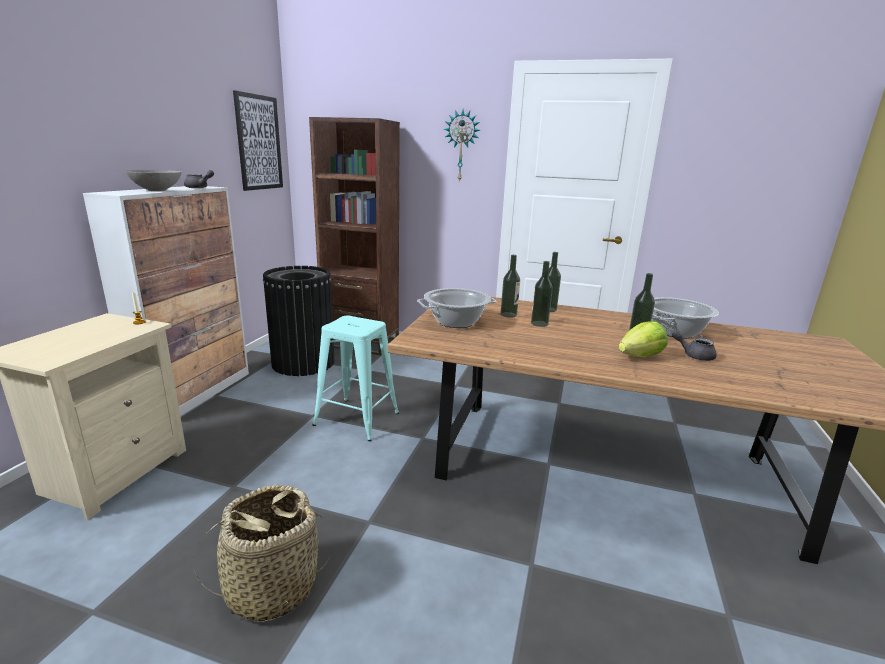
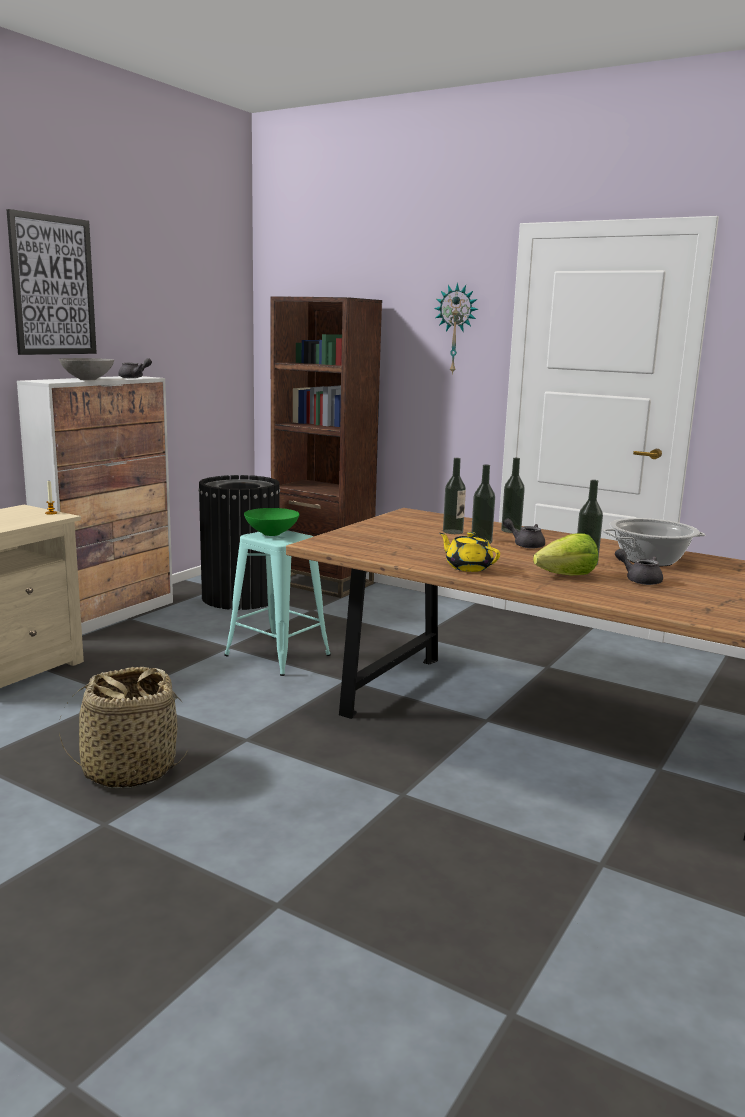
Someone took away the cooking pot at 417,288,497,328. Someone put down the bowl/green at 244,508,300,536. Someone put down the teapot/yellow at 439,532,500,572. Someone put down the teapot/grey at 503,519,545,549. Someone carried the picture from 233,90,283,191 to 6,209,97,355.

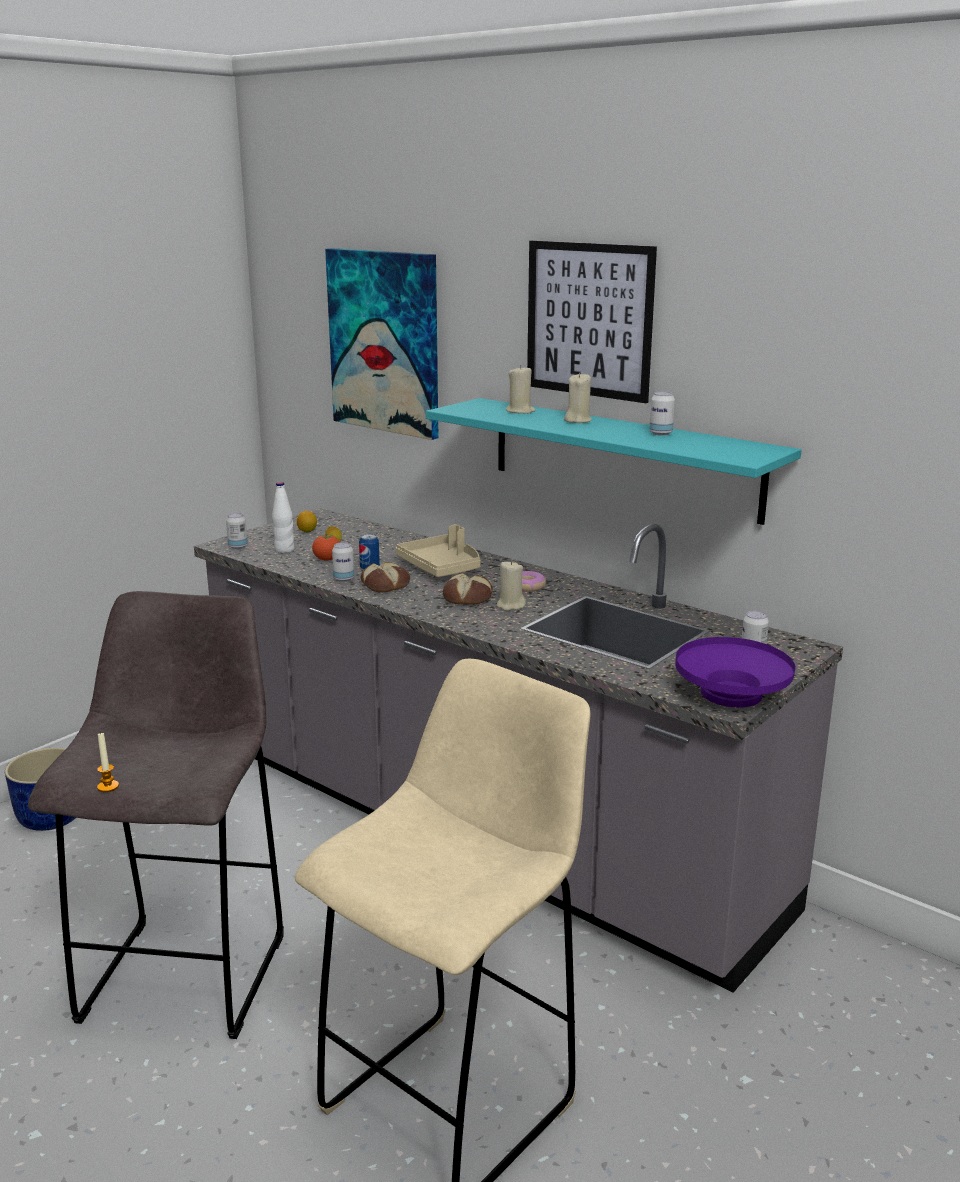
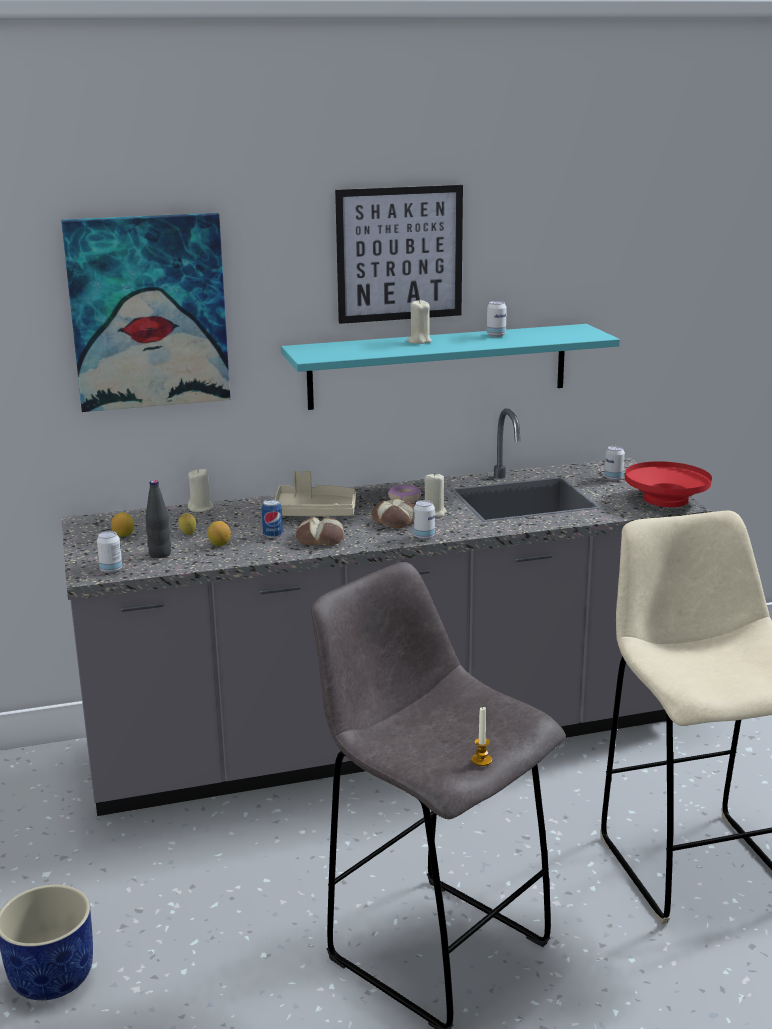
Someone carried the can from 332,542,354,582 to 414,500,435,540. Someone carried the candle/beige from 506,365,536,414 to 188,469,214,512. Someone swapped the tomato at 312,534,340,561 for the lemon at 207,521,231,546. Someone repainted the bottle/white at 272,482,294,553, which became the bottle/black at 145,480,171,558. Someone repainted the bowl/purple at 675,637,796,707, which became the bowl/red at 625,461,712,507.

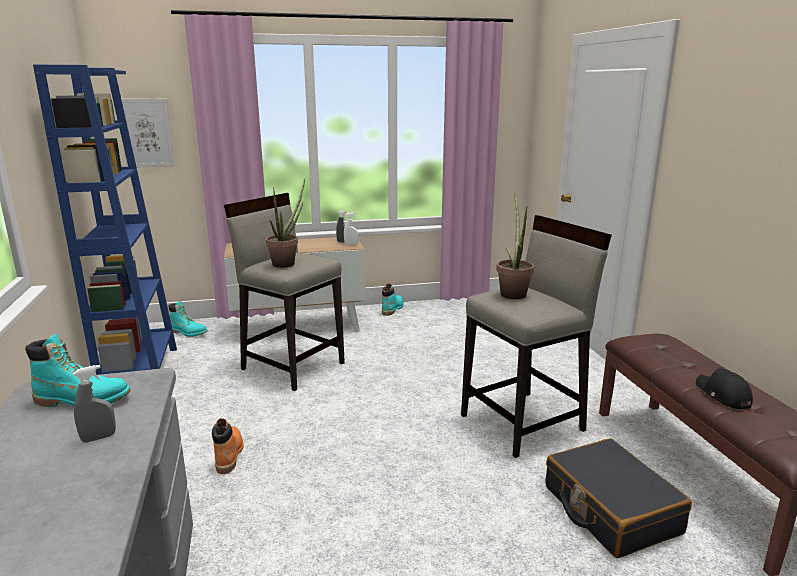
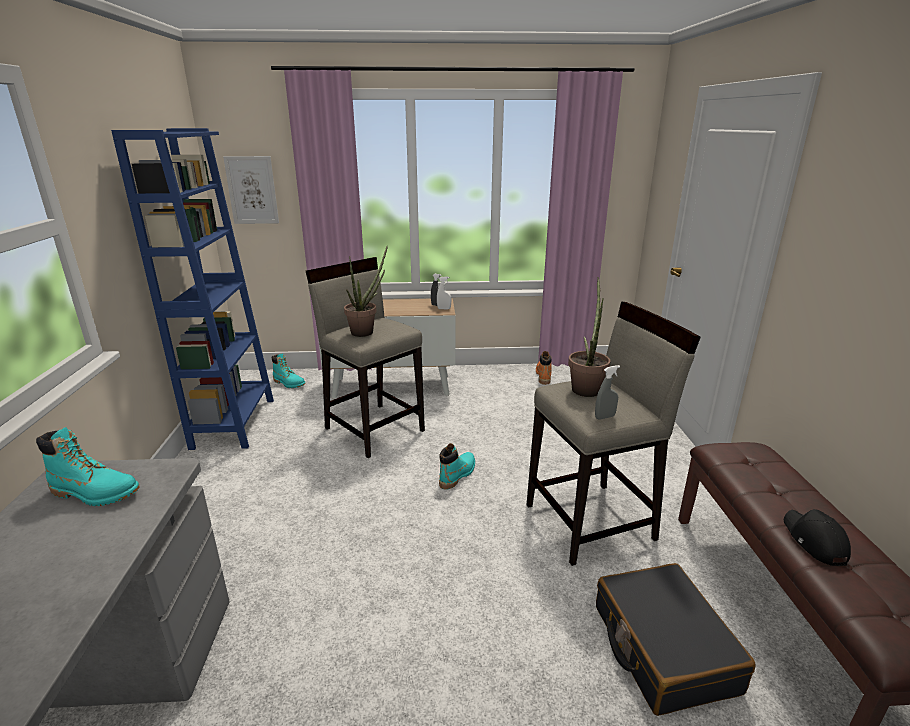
Someone carried the spray bottle/grey from 73,365,116,443 to 595,365,620,419. Someone carried the boot/orange from 212,418,244,474 to 536,351,552,385. Someone carried the boot/turquoise from 382,283,403,316 to 439,443,475,490.

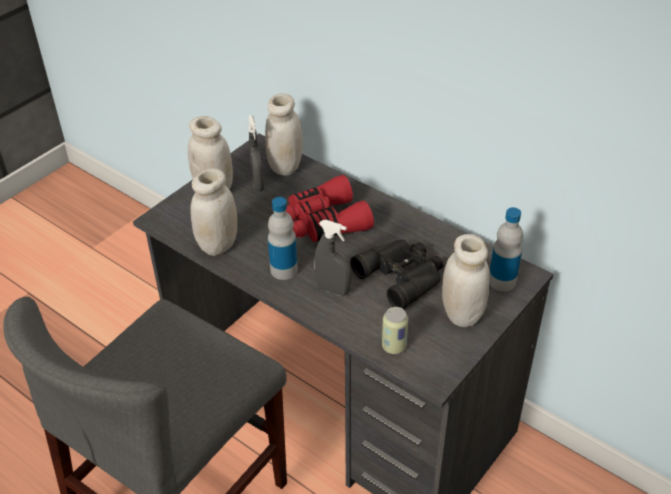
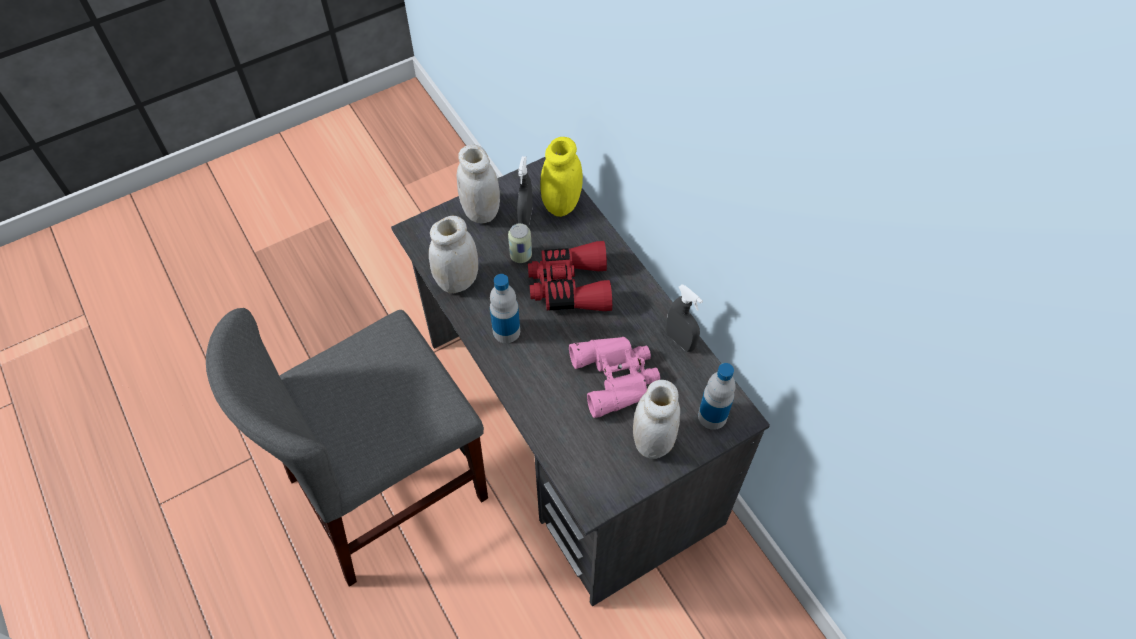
Someone carried the spray bottle/grey from 314,220,351,296 to 666,284,703,352. Someone carried the can from 382,307,408,354 to 508,223,532,263. Someone repainted the jar/white at 265,93,302,176, which became the jar/yellow at 540,137,583,217. Someone repainted the binoculars/black at 350,240,444,309, which became the binoculars/pink at 569,337,660,418.

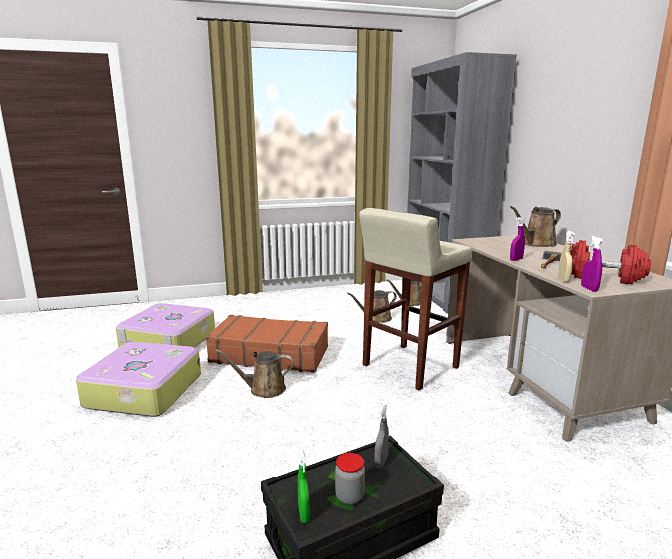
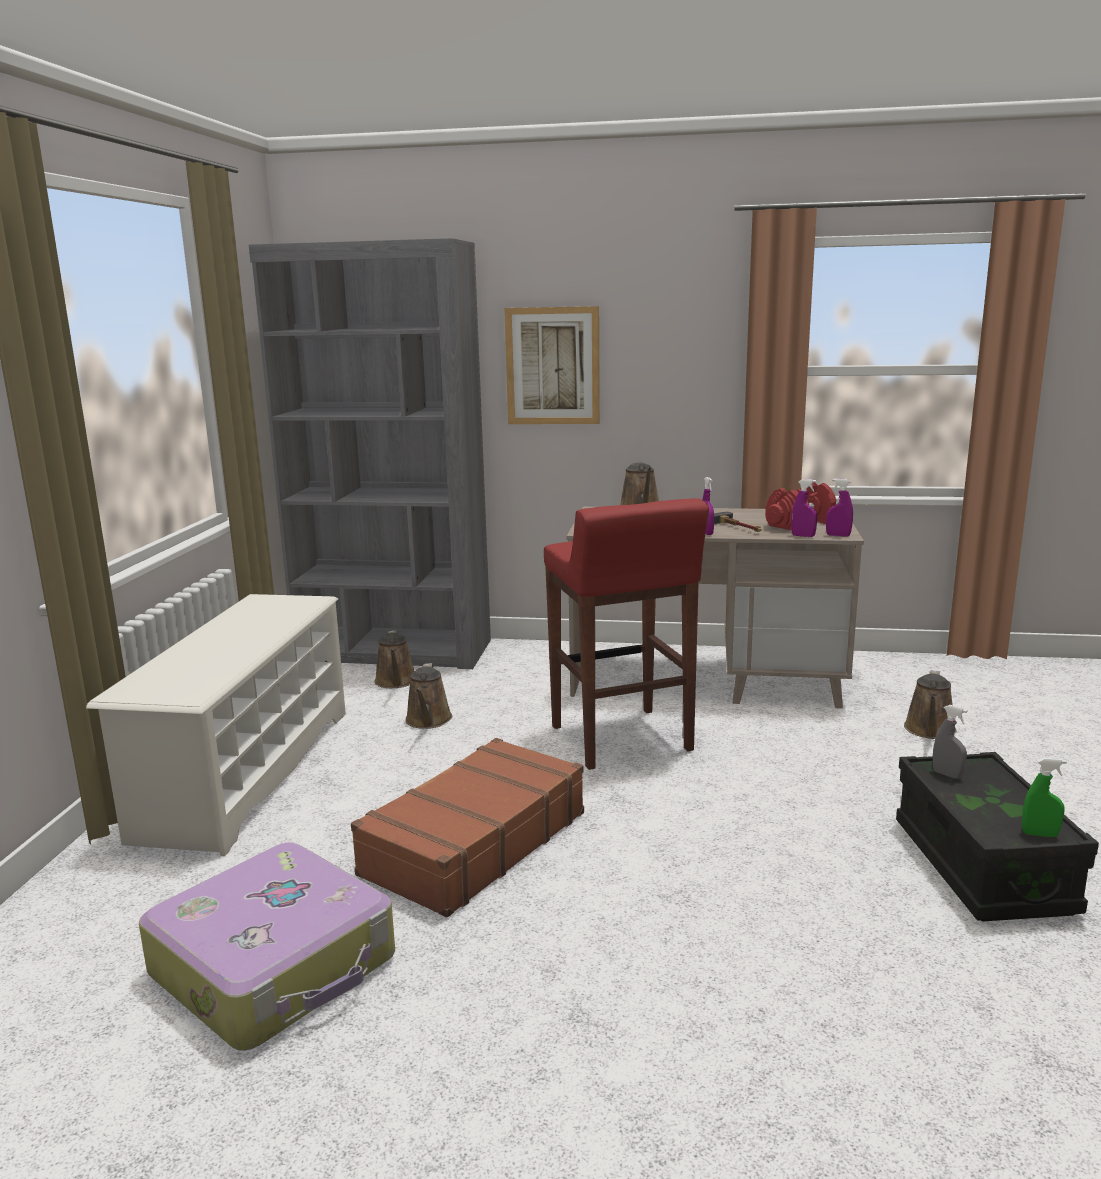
Someone took away the suitcase at 76,342,201,417. Someone took away the jar at 335,453,365,505. Someone put down the shoe rack/white at 86,594,346,856. Someone put up the picture at 504,306,600,424. Someone carried the watering can/brown from 216,349,294,398 to 904,671,956,739. Someone repainted the stool/beige at 359,208,472,391, which became the stool/red at 544,498,709,770. Someone repainted the spray bottle/beige at 558,231,575,282, which became the spray bottle/purple at 791,479,817,537.

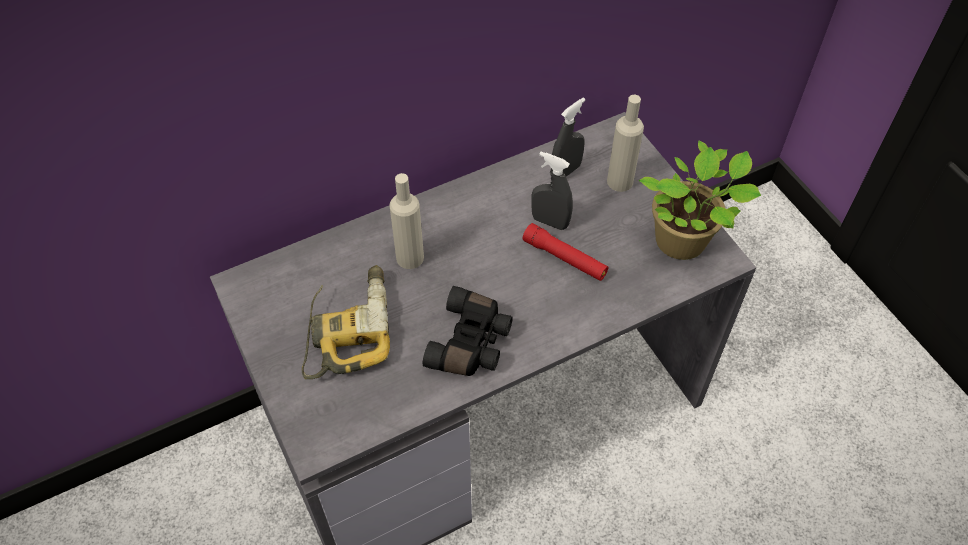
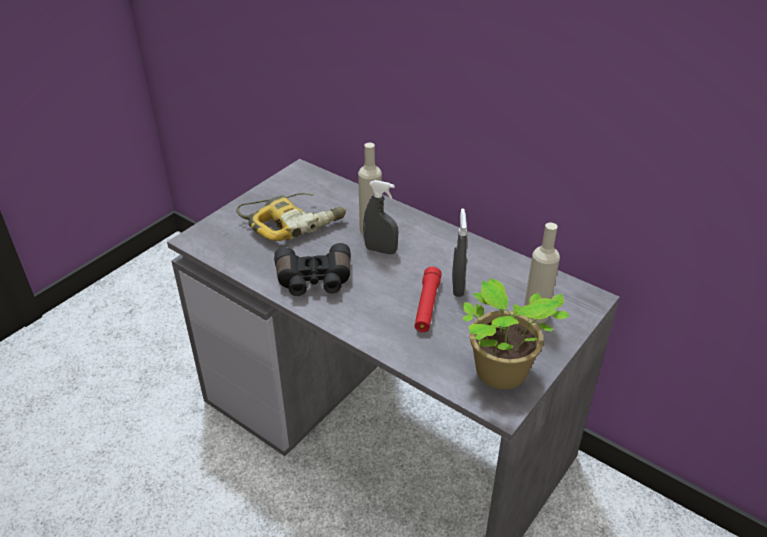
Someone carried the spray bottle/grey from 551,97,586,177 to 363,180,398,255.

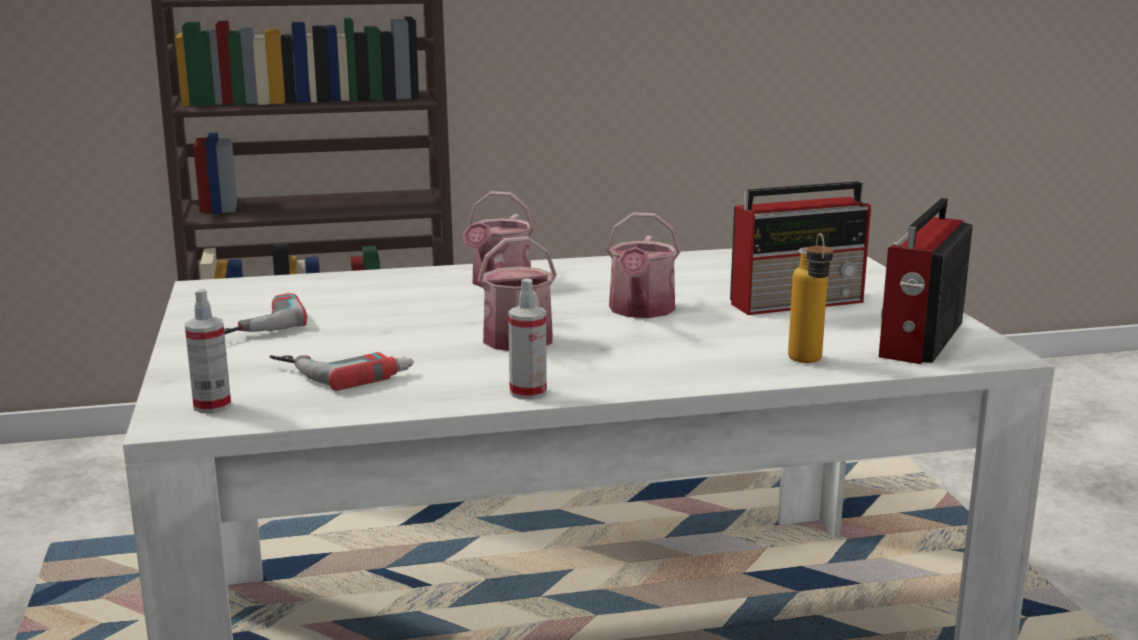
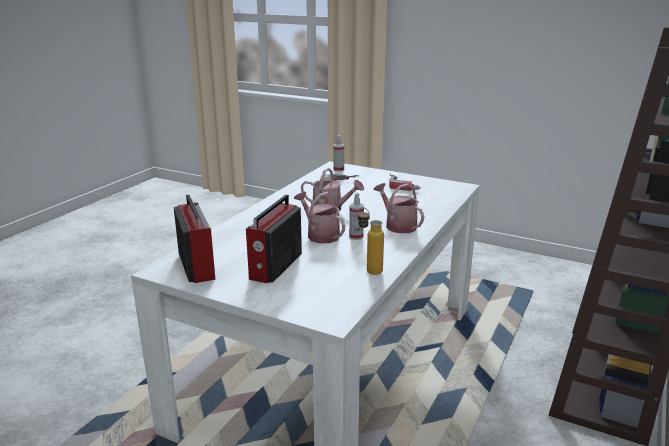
Someone carried the spray bottle from 508,278,547,400 to 349,193,364,240. Someone carried the bottle from 788,233,833,363 to 358,207,384,275.

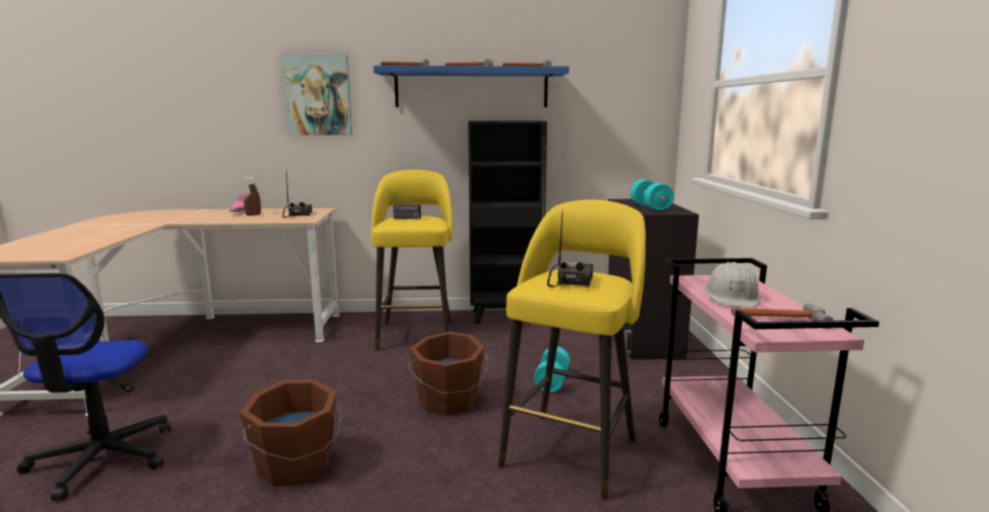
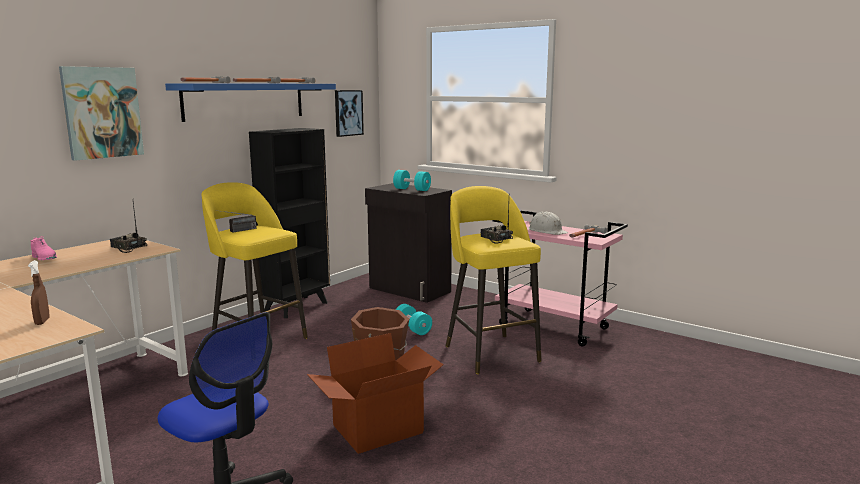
Someone put up the picture at 335,90,364,137. Someone carried the spray bottle/brown from 243,176,261,216 to 28,260,50,325. Someone swapped the bucket/brown at 240,379,342,487 for the cardboard box at 307,333,444,454.

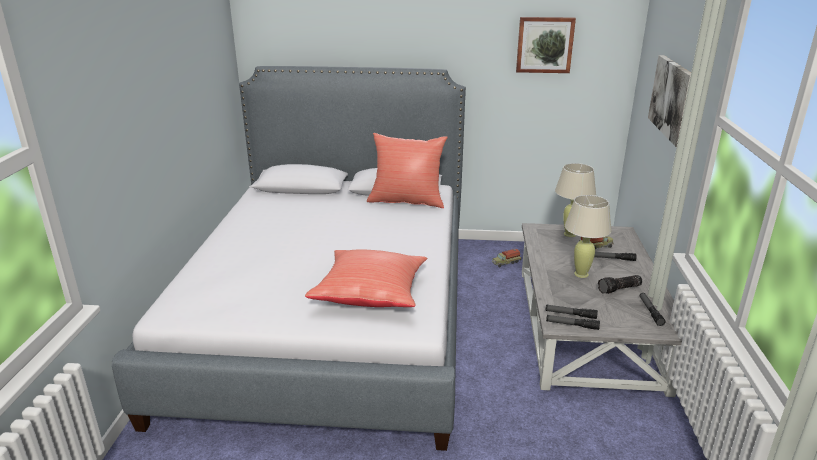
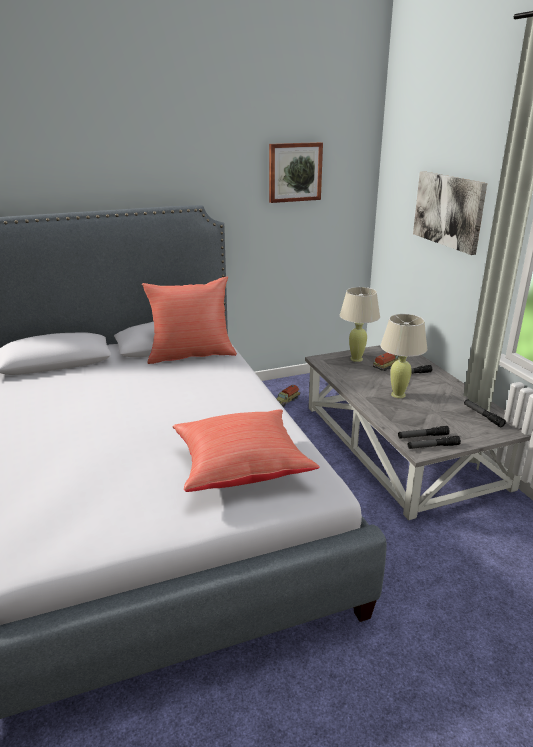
Someone took away the flashlight at 598,275,642,294.

